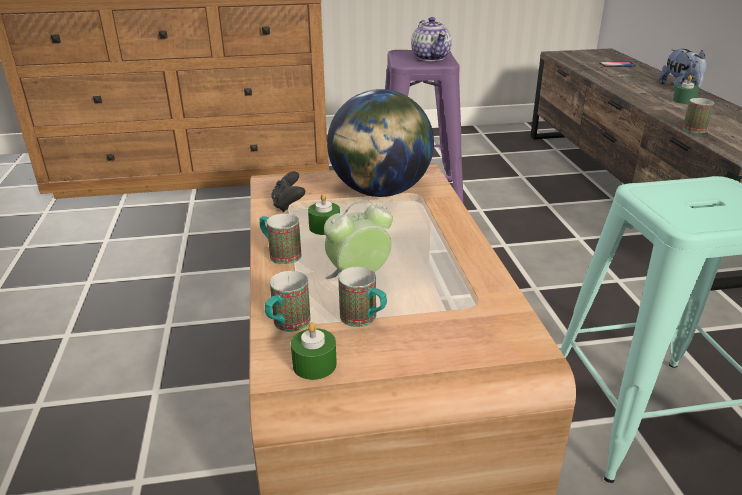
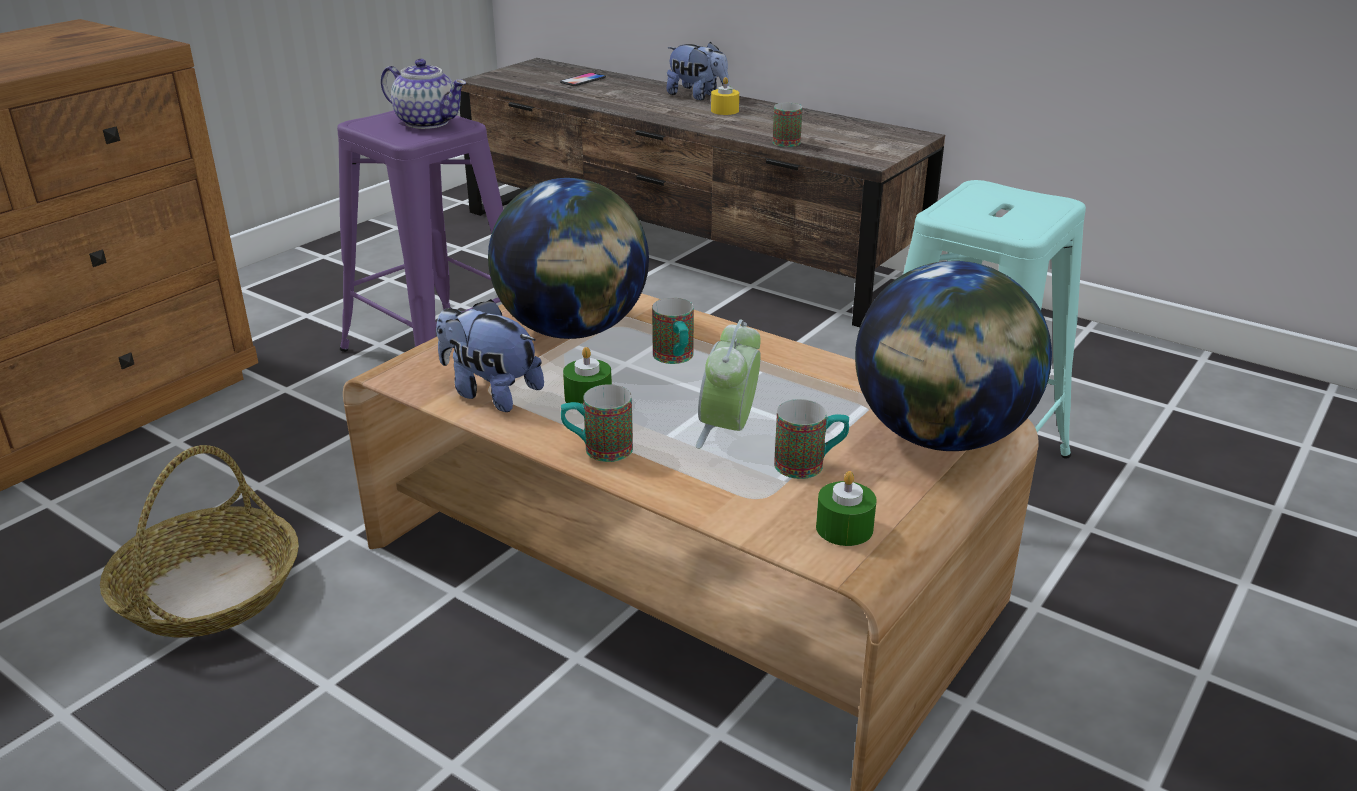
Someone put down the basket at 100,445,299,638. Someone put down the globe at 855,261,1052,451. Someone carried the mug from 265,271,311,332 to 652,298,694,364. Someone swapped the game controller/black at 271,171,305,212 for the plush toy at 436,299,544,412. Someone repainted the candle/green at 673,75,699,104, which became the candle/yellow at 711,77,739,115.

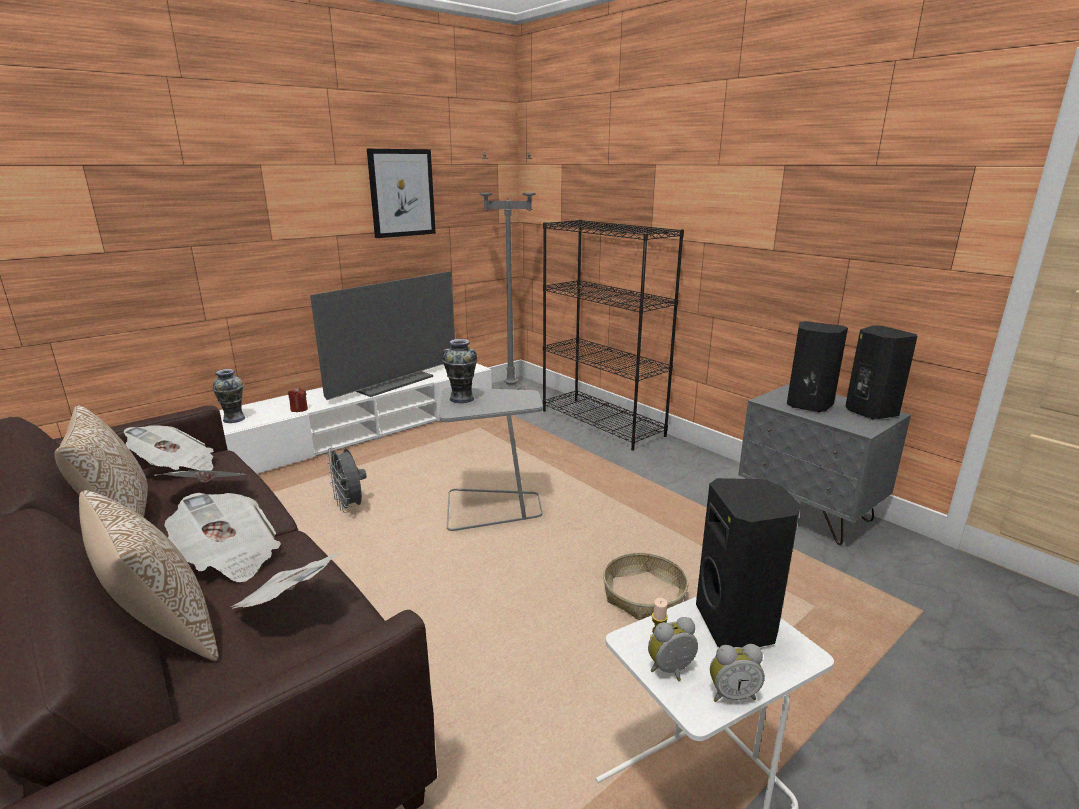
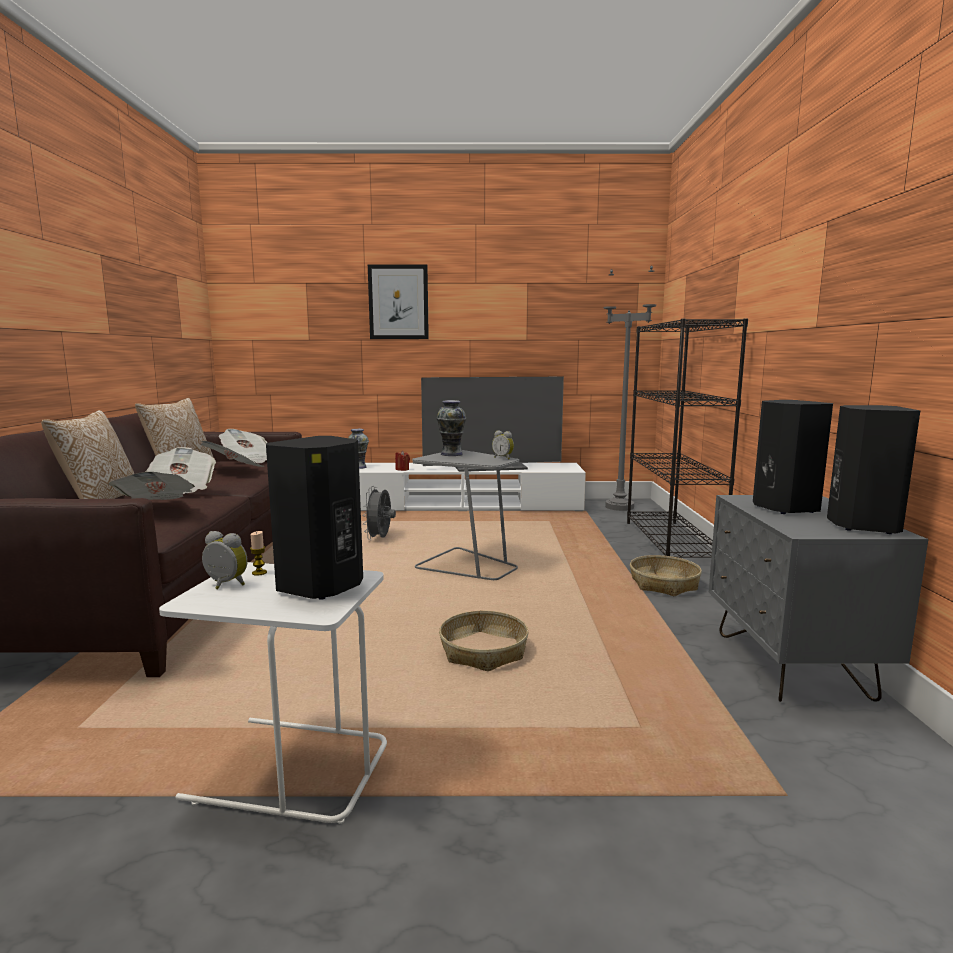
Someone put down the basket at 630,555,702,596. Someone carried the picture from 367,149,436,238 to 368,265,429,339. Someone carried the alarm clock from 710,644,765,702 to 492,430,514,459.

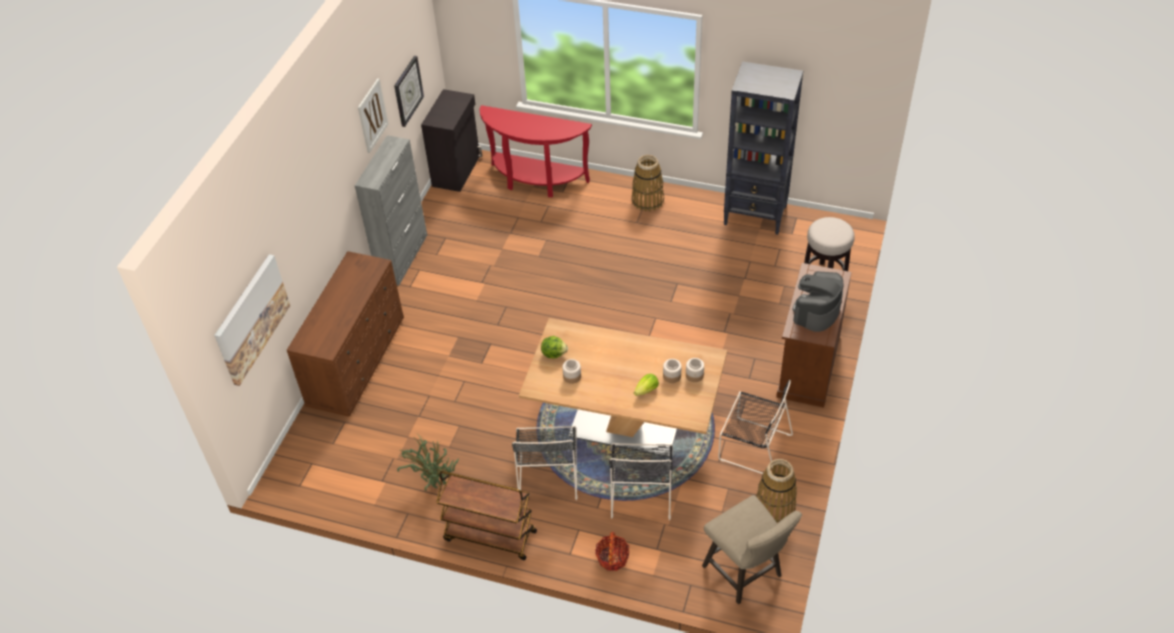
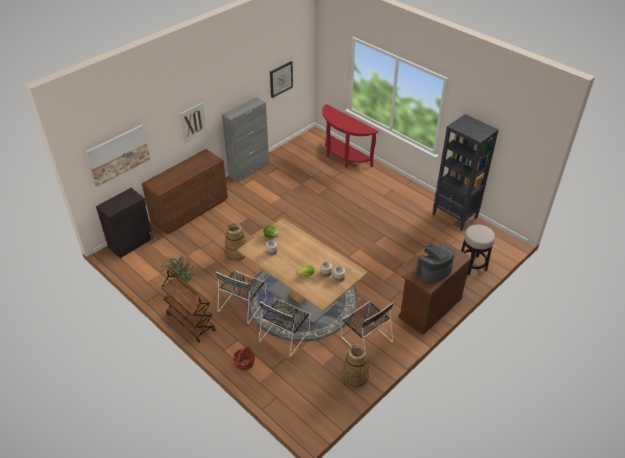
Someone took away the stool/beige at 702,495,802,604. Someone carried the picture from 358,78,388,153 to 179,103,207,143. Someone carried the cabinet/black from 421,89,482,192 to 96,188,153,258. Someone carried the basket from 631,155,664,211 to 225,223,246,262.

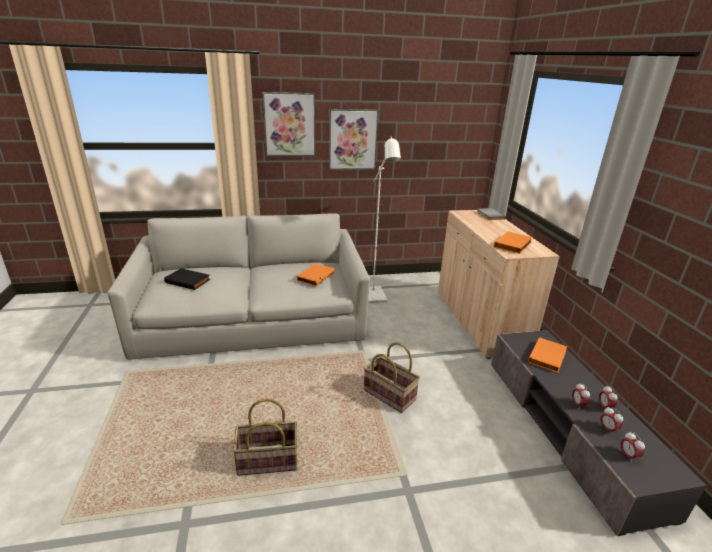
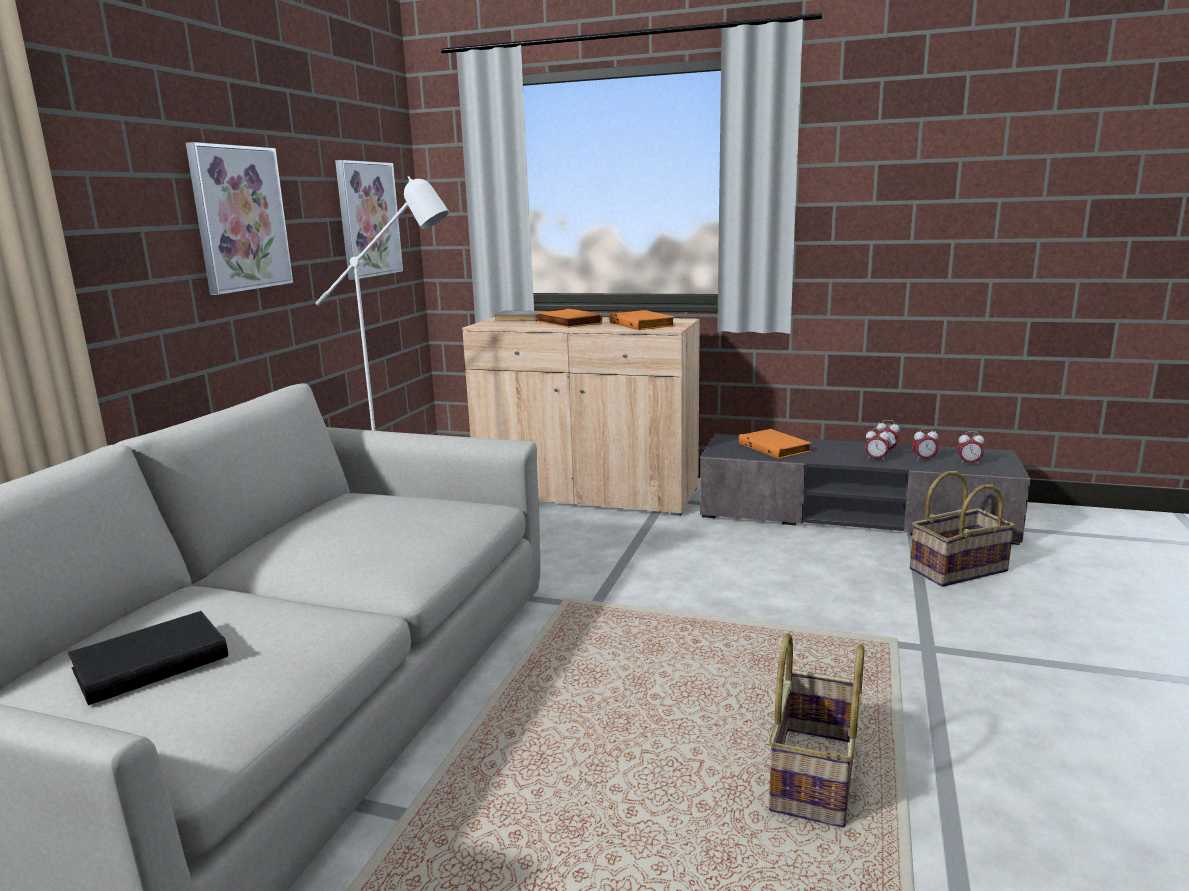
Someone carried the picture from 263,92,315,157 to 335,160,403,280. Someone carried the book/orange from 296,263,334,286 to 536,309,602,328. Someone carried the basket from 364,342,420,413 to 910,471,1015,587.

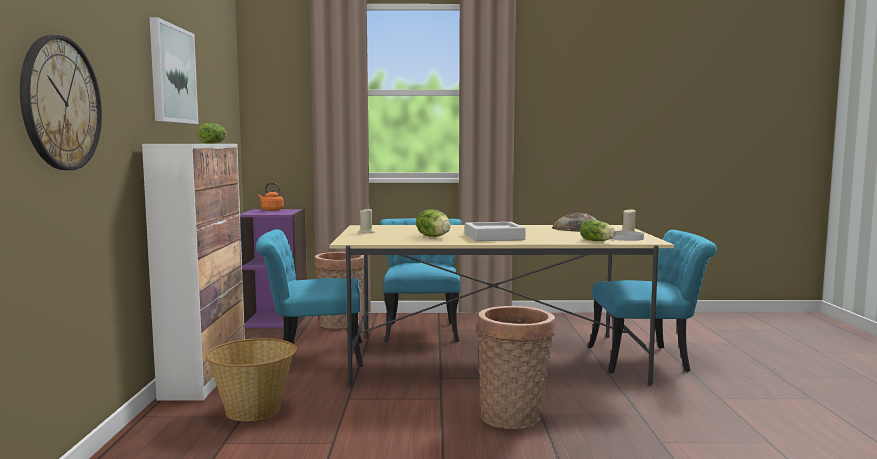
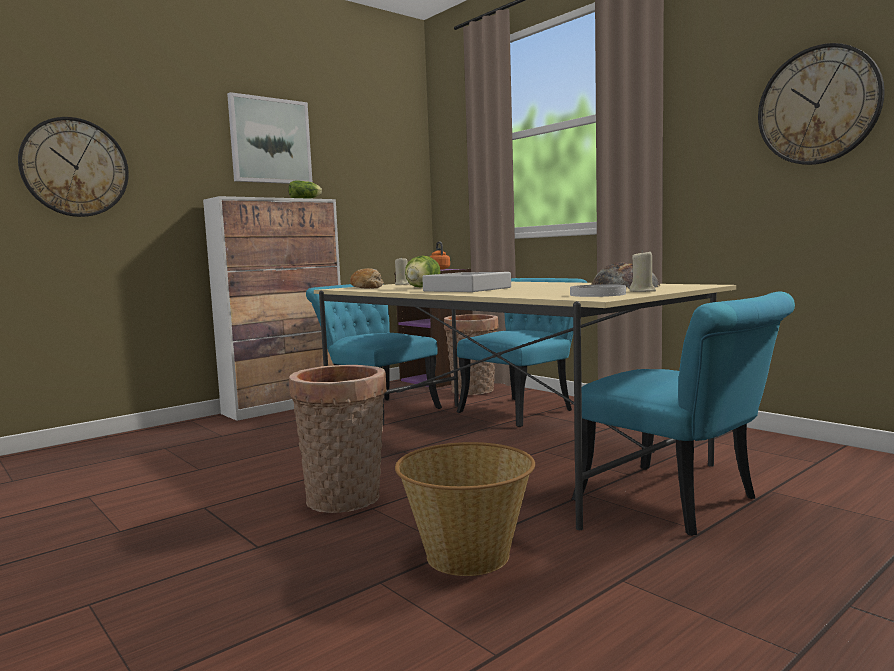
Someone took away the lettuce at 580,220,616,241. Someone put down the bread at 350,268,384,289. Someone put up the wall clock at 758,43,885,165. Someone carried the basket from 205,338,297,421 to 395,442,535,576.

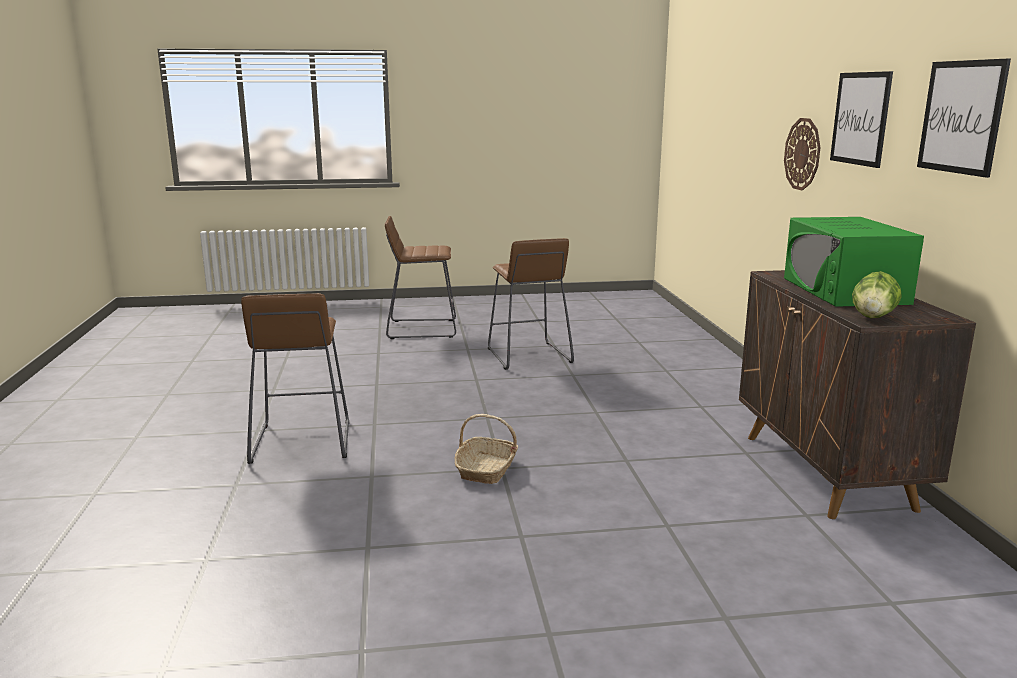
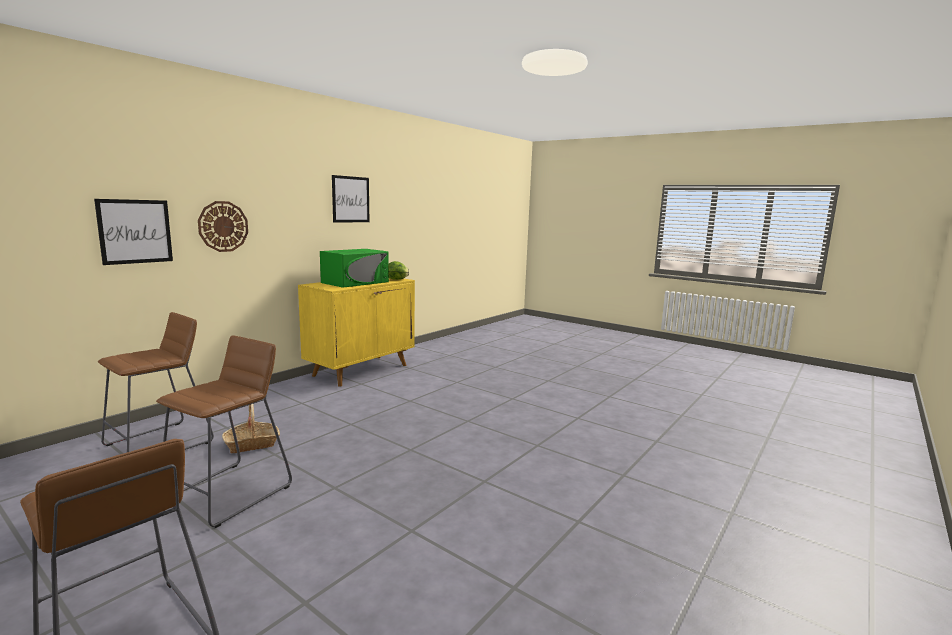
Someone carried the stool/brown from 241,293,349,464 to 98,312,214,452. Someone carried the basket from 455,414,518,484 to 222,404,280,453. Someone carried the picture from 830,71,893,168 to 94,199,173,265. Someone repainted the cabinet/brown at 739,270,976,519, which became the cabinet/yellow at 298,278,415,387.

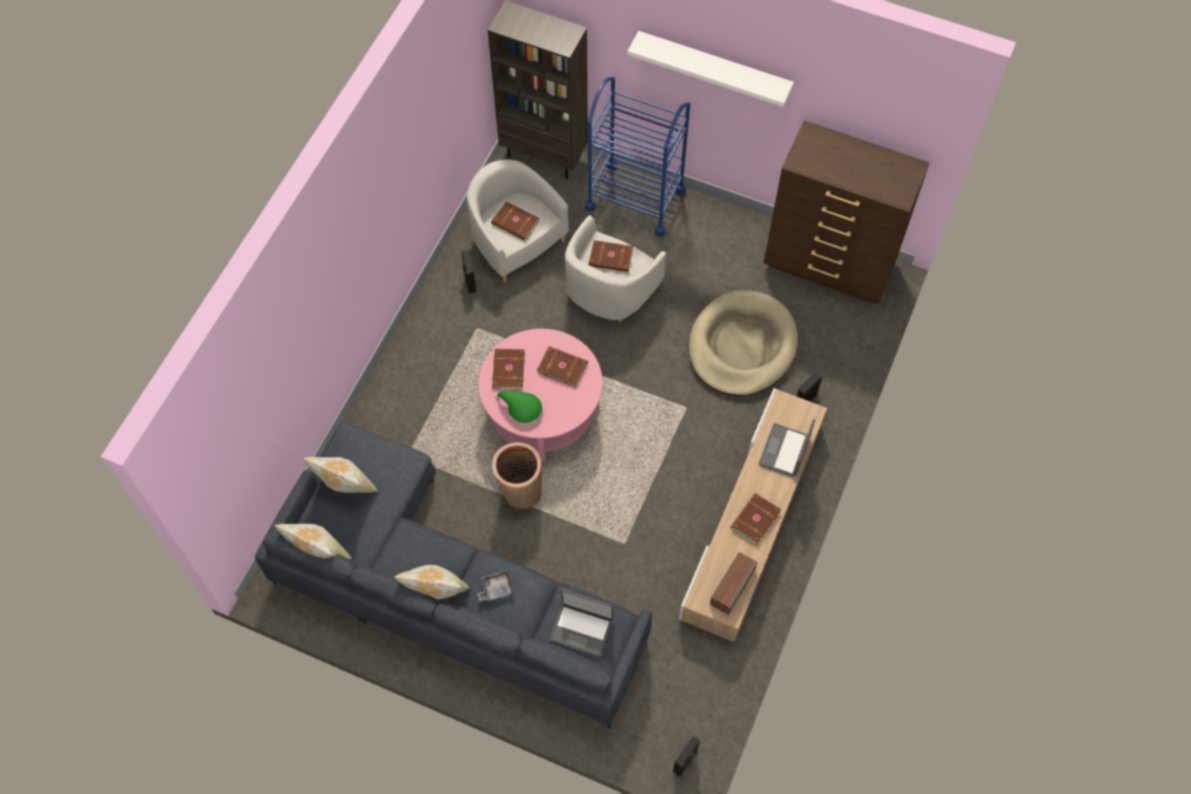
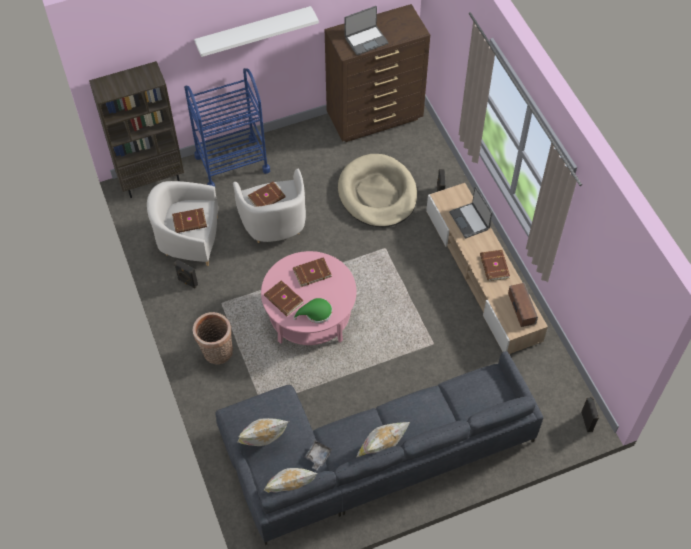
Someone carried the tray/grey from 477,570,514,601 to 304,440,332,471. Someone carried the basket from 492,442,543,509 to 193,312,233,365. Someone carried the laptop from 550,589,613,657 to 344,6,388,55.

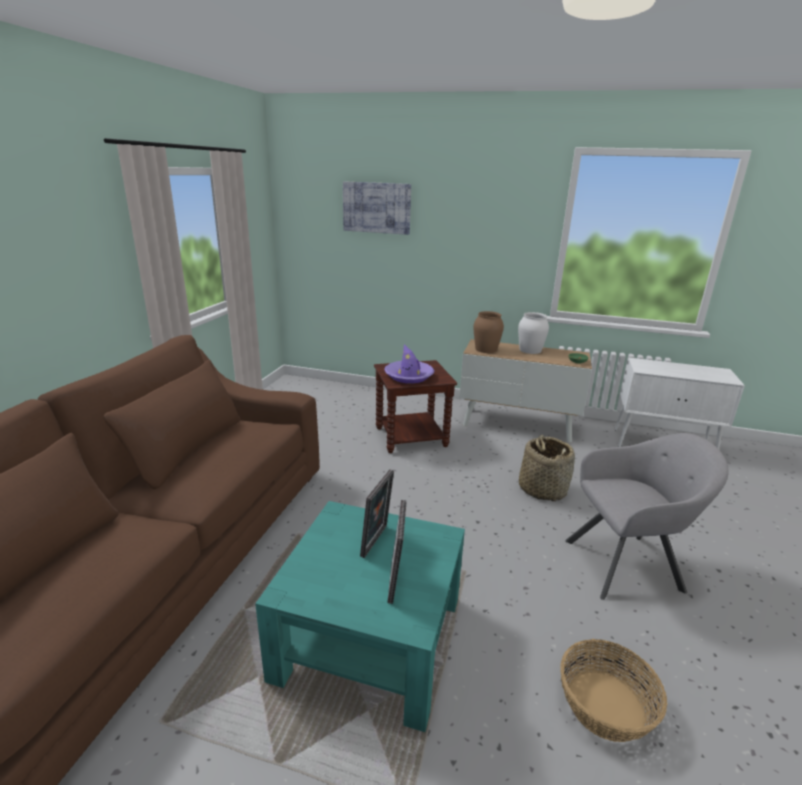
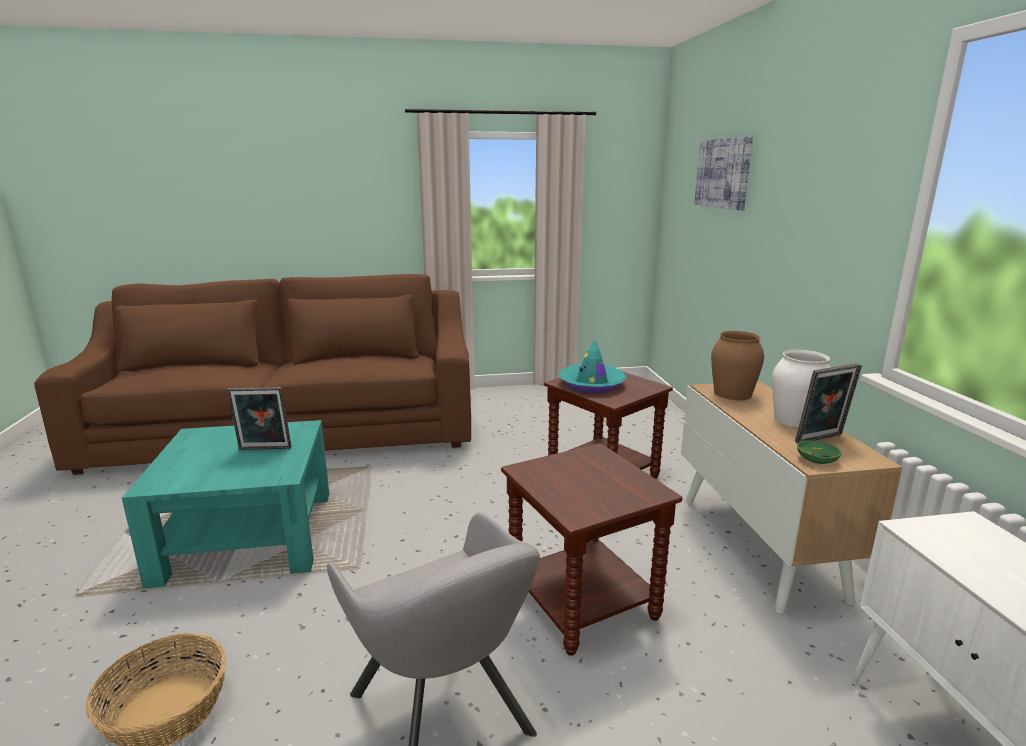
Someone carried the picture frame from 387,500,407,604 to 795,363,862,443. Someone swapped the basket at 519,435,575,501 for the side table/brown at 501,443,682,656. Someone repainted the hat/purple at 384,344,434,383, which became the hat/turquoise at 559,340,626,393.

